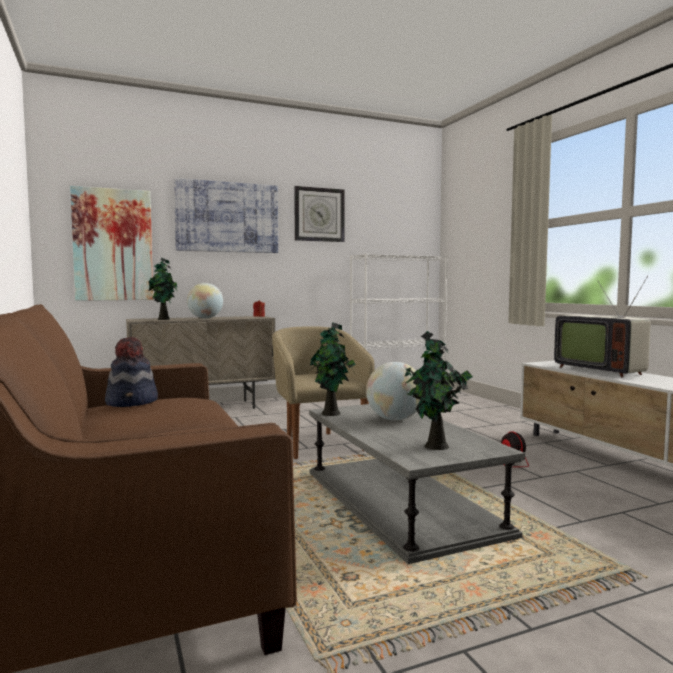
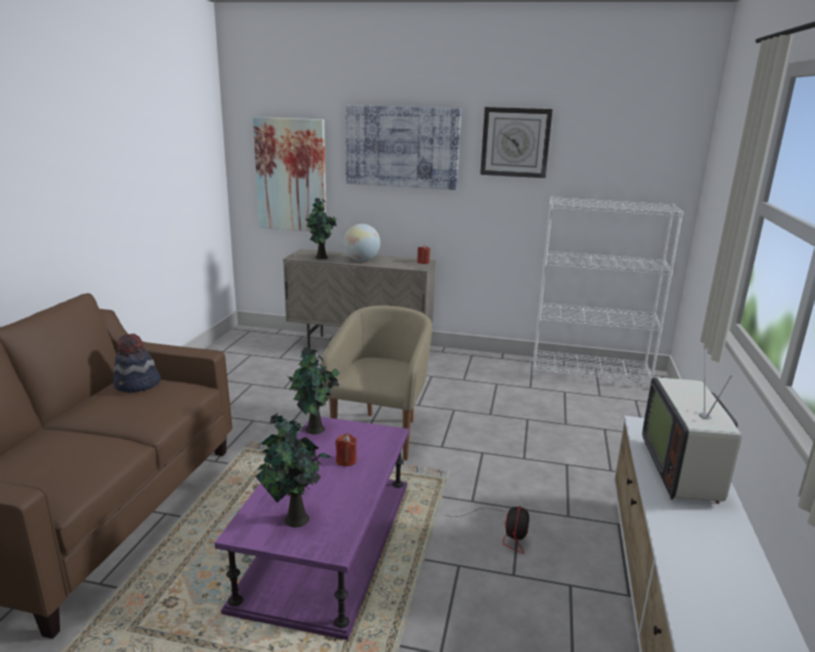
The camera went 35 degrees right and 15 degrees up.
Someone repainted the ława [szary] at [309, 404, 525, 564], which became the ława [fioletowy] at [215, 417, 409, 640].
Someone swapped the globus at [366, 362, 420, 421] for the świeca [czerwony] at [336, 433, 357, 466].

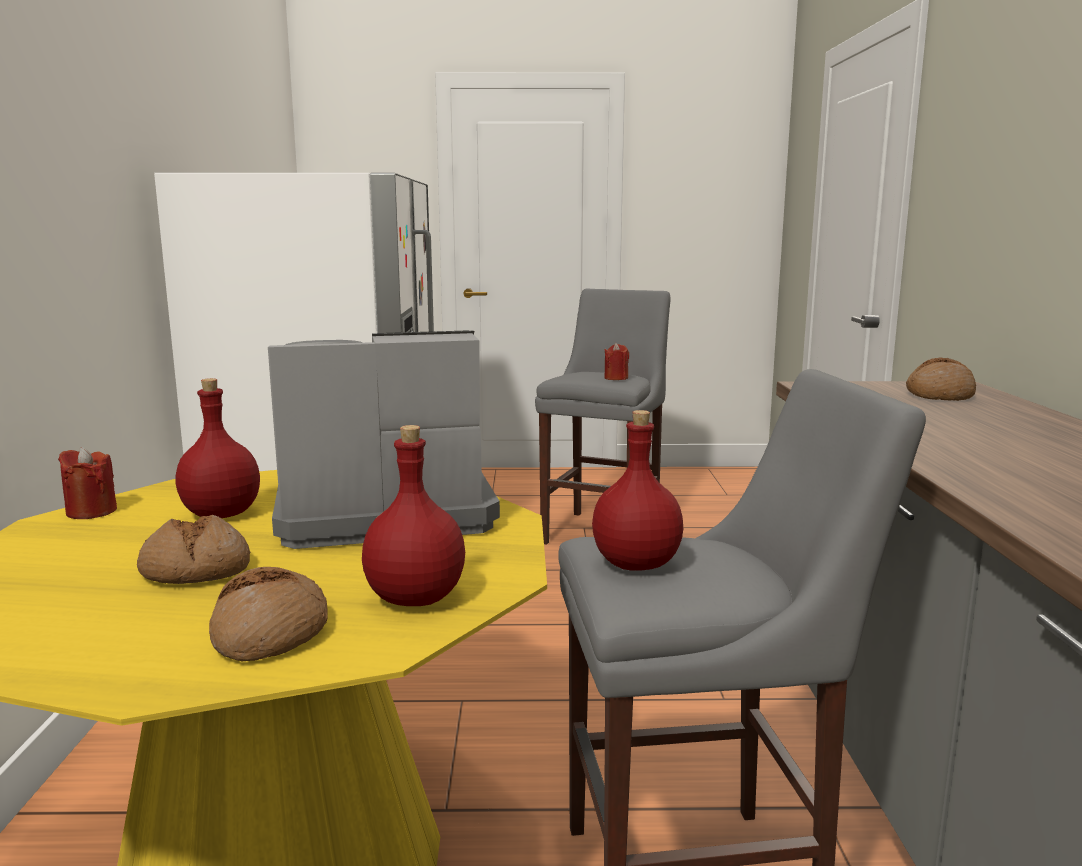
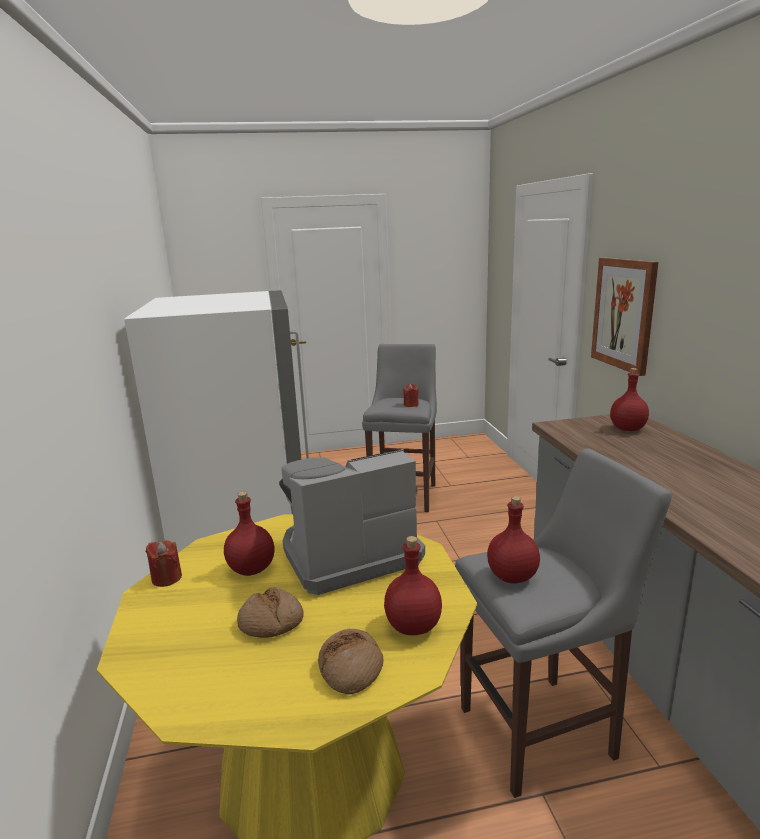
The camera went 10 degrees left and 5 degrees up.
Someone swapped the chleb at [906, 357, 976, 401] for the butelka [czerwony] at [610, 368, 649, 431].
Someone put up the obraz at [591, 258, 658, 376].

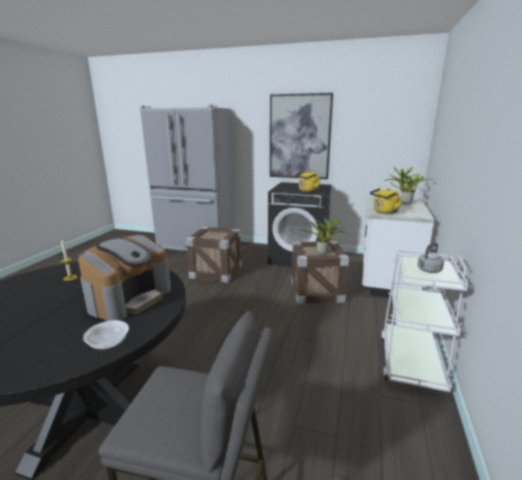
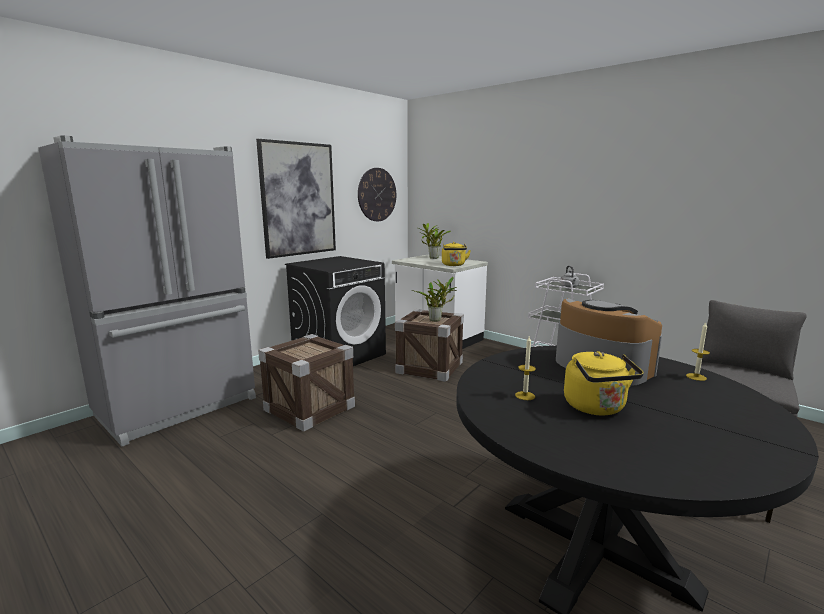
The camera went 65 degrees left and 5 degrees down.
Someone swapped the miska at [83, 320, 129, 350] for the świeca at [686, 323, 710, 381].
Someone carried the czajnik [żółty] from [295, 171, 320, 192] to [564, 351, 644, 415].
Someone put up the zegar ścienny at [358, 168, 396, 221].

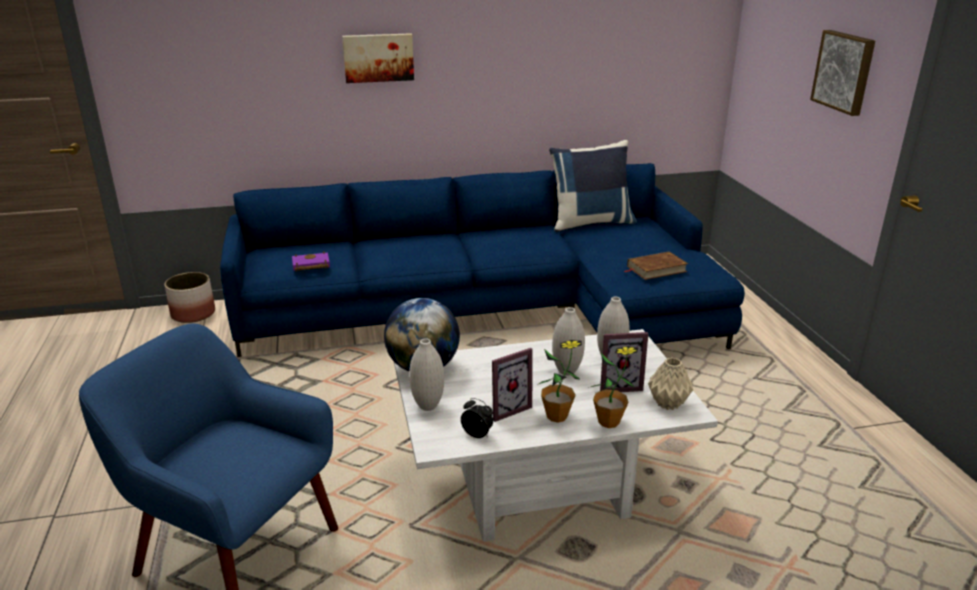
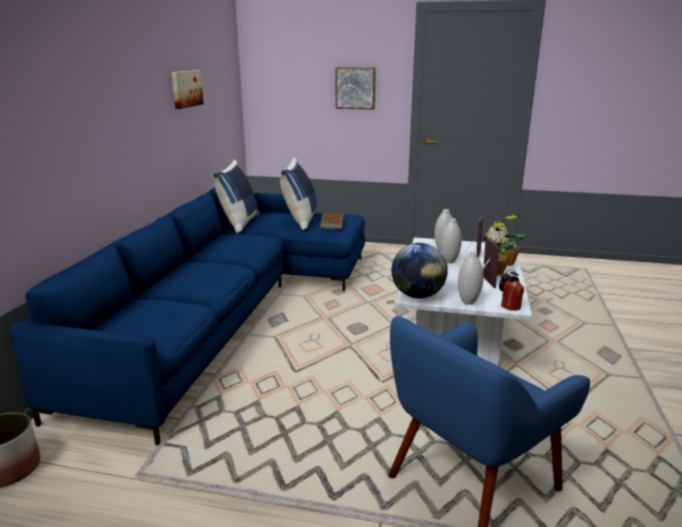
The camera went 65 degrees left and 5 degrees down.
Someone took away the książka [fioletowy] at [292, 252, 330, 272].
Someone carried the obraz from [342, 33, 414, 83] to [171, 70, 204, 109].
Someone put down the poduszka [niebieski] at [280, 158, 317, 231].
Someone put down the świeca [czerwony] at [501, 281, 524, 311].

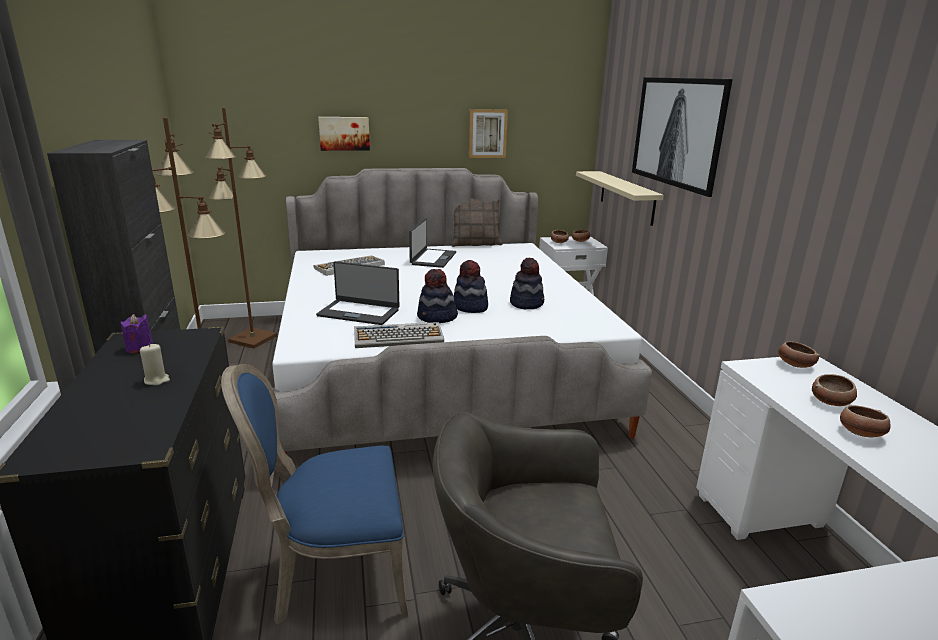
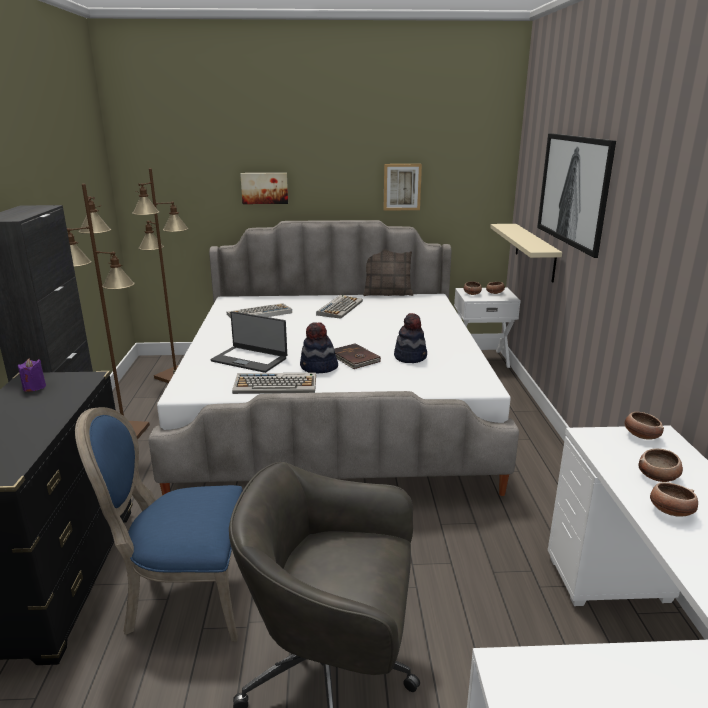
The camera went 10 degrees right and 0 degrees up.
Someone took away the świeca [beżowy] at [140, 343, 170, 385].
Someone swapped the laptop at [409, 219, 456, 268] for the klawiatura at [316, 295, 363, 319].
Someone swapped the kapelusz at [454, 260, 488, 313] for the książka [brązowy] at [334, 343, 381, 369].

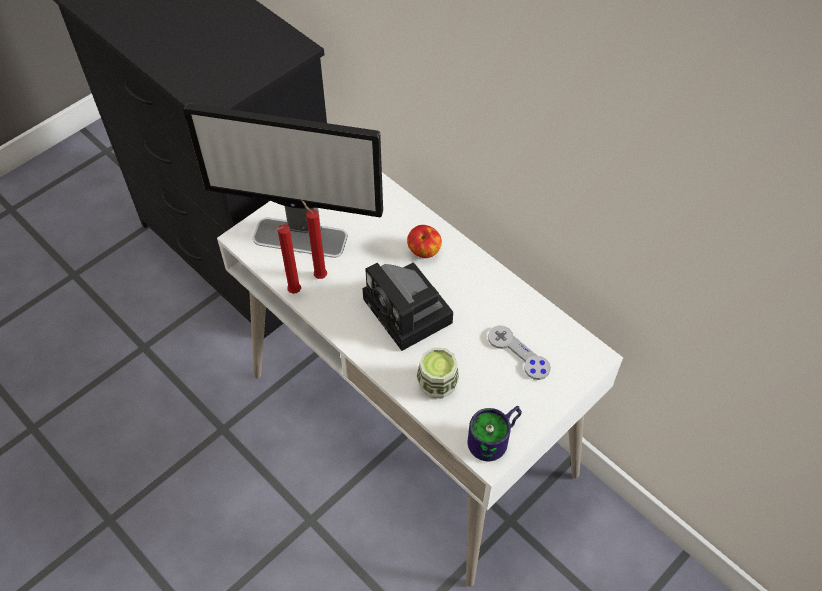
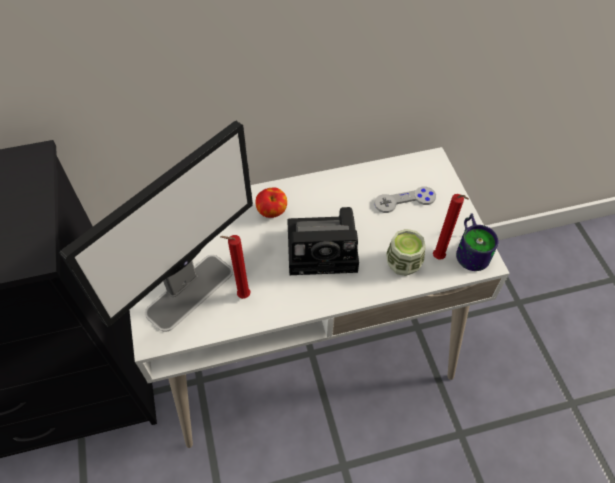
The camera went 60 degrees left and 0 degrees up.
Someone carried the świeca [czerwony] from [275, 224, 301, 294] to [433, 194, 469, 260].

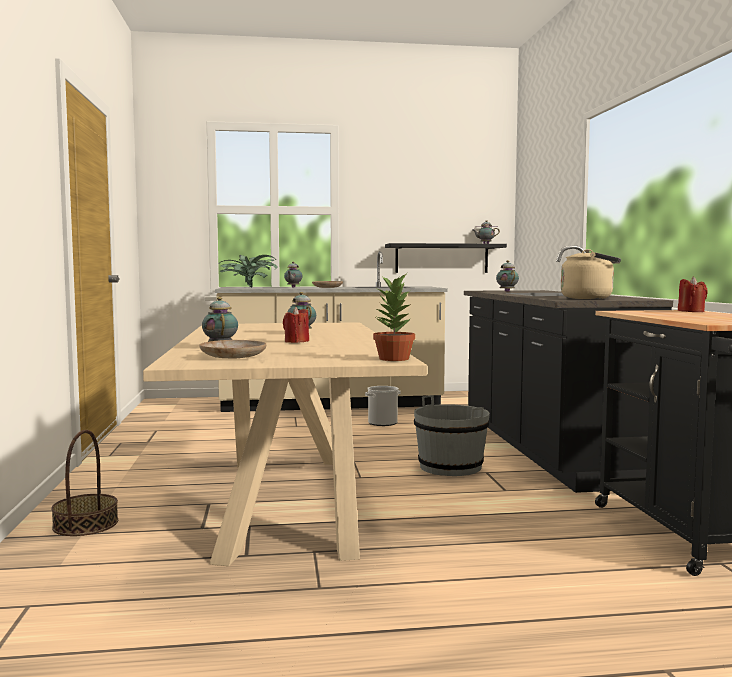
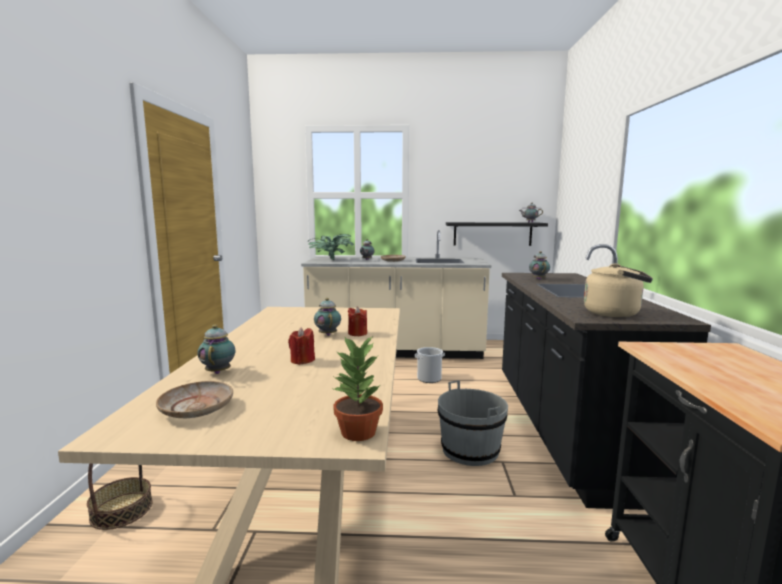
The camera went 10 degrees right and 5 degrees up.
Someone carried the świeca [czerwony] from [678, 276, 708, 312] to [348, 307, 367, 336].

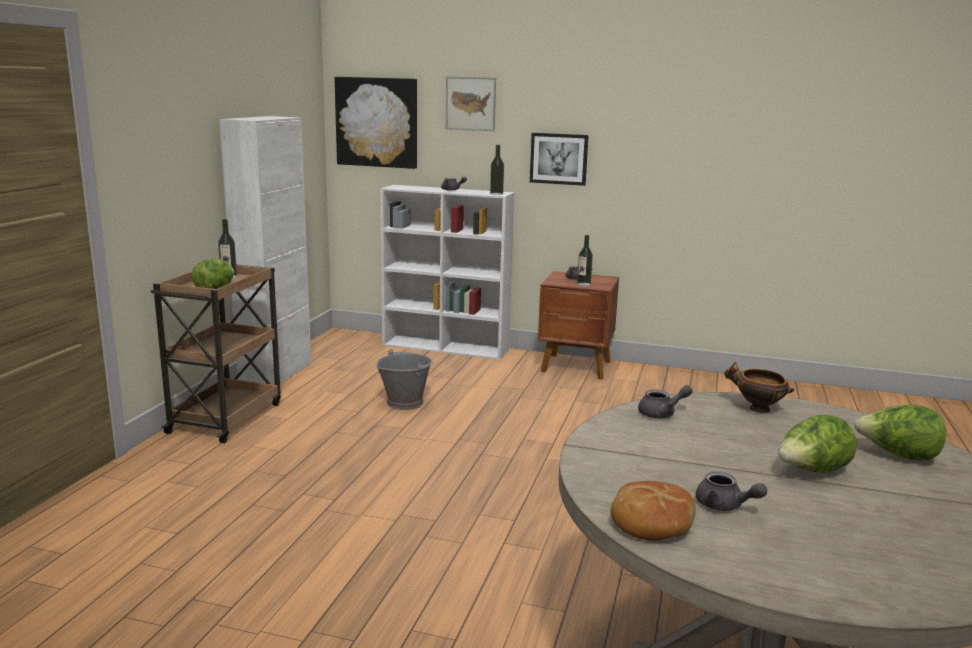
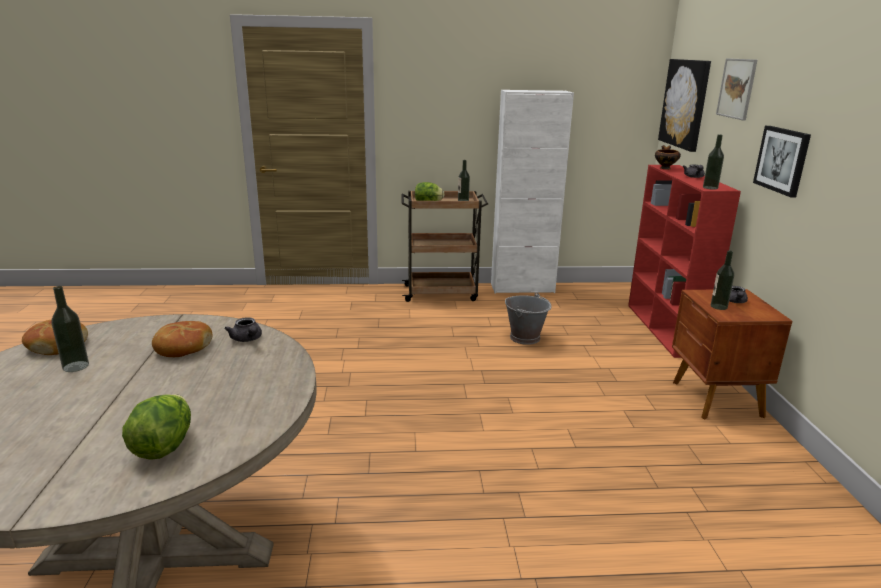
The camera went 70 degrees right and 5 degrees up.
Someone repainted the regał [biały] at [380, 185, 515, 360], which became the regał [czerwony] at [628, 165, 741, 358].
Someone swapped the imbryk [szary] at [696, 471, 767, 511] for the butelka at [51, 286, 89, 372].
Someone carried the miska from [724, 362, 794, 413] to [655, 145, 681, 169].
Someone took away the sałata at [778, 415, 857, 473].
Someone put down the chleb at [152, 321, 212, 357].

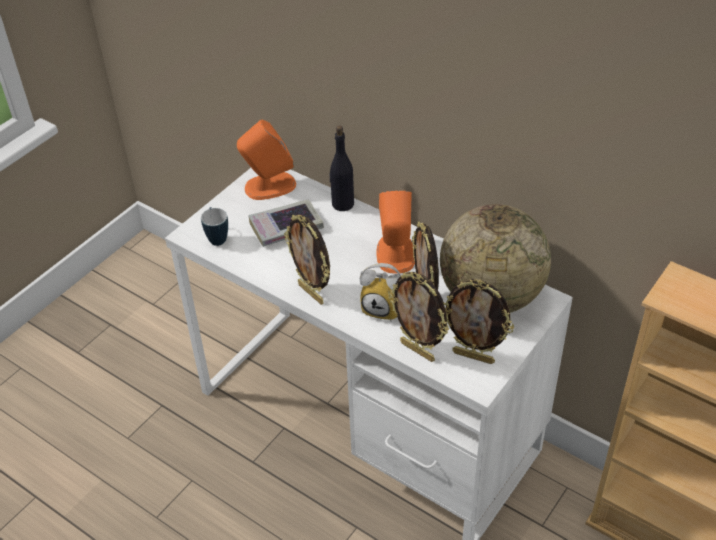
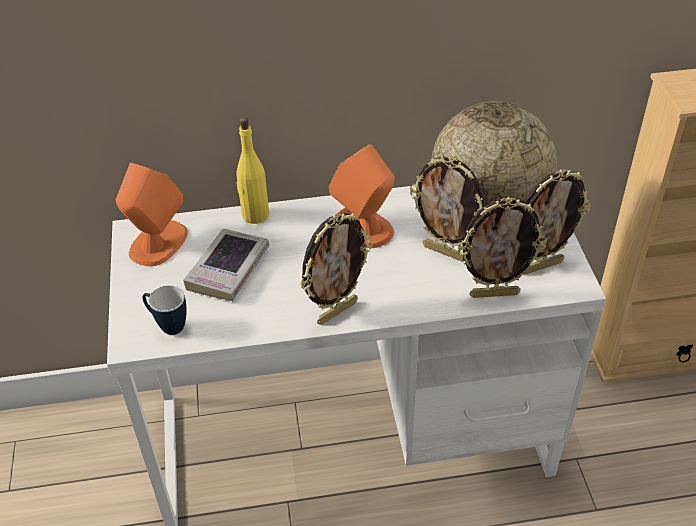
The camera went 45 degrees left and 0 degrees up.
Someone rotated the ramka na zdjęcie at [284, 214, 330, 305] by 45 degrees counterclockwise.
Someone repainted the butelka [czarny] at [330, 126, 354, 211], which became the butelka [żółty] at [236, 117, 269, 224].
Someone took away the budzik at [360, 263, 401, 322].

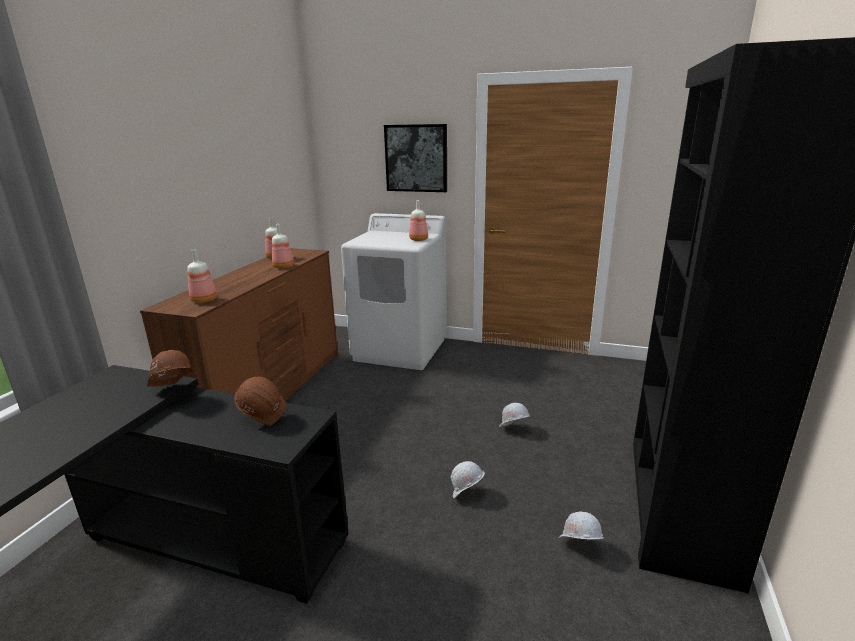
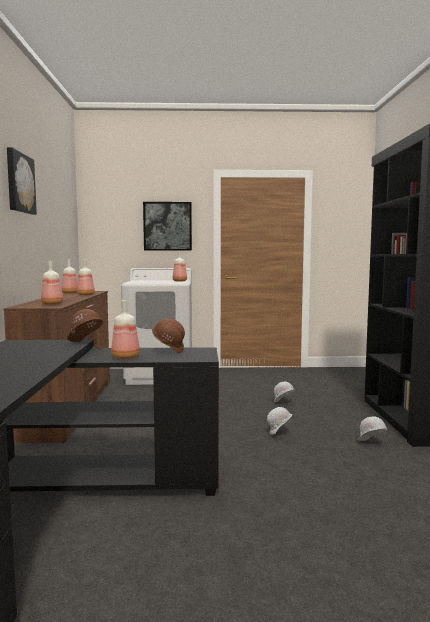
The camera went 20 degrees left and 15 degrees down.
Someone put up the obraz at [7, 147, 37, 215].
Someone put down the butelka at [111, 300, 140, 359].

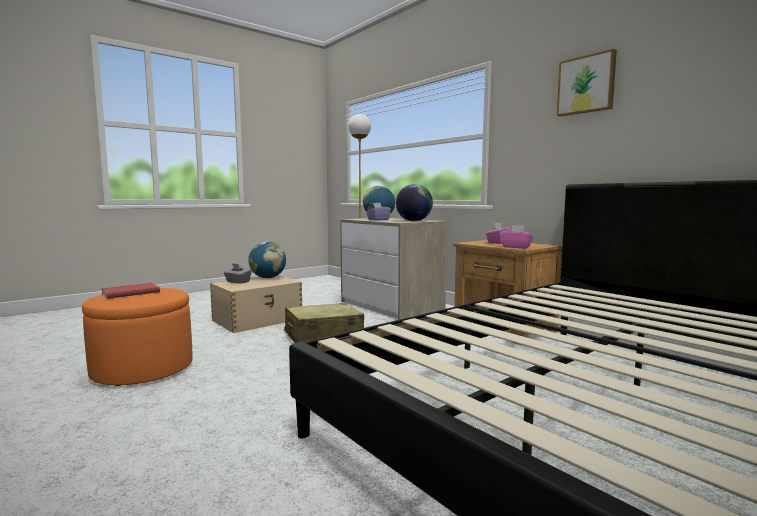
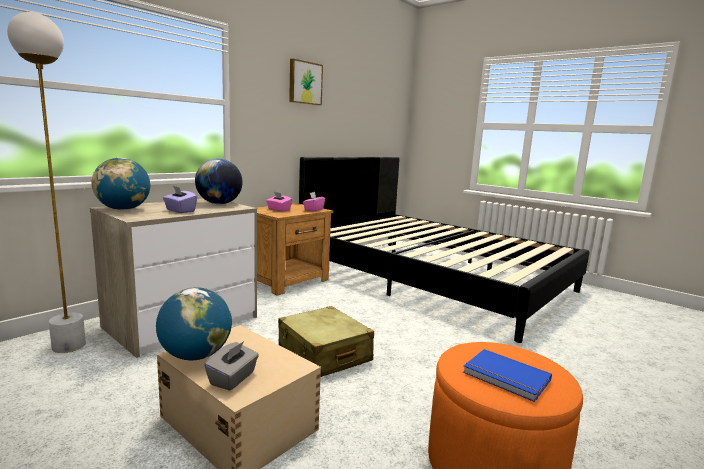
The camera went 100 degrees left and 5 degrees up.
Someone repainted the książka [czerwony] at [101, 283, 160, 299], which became the książka [niebieski] at [463, 349, 552, 402].

